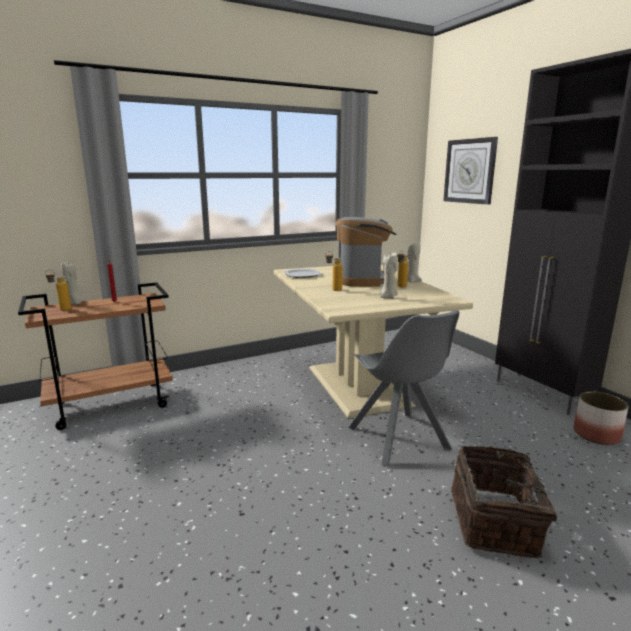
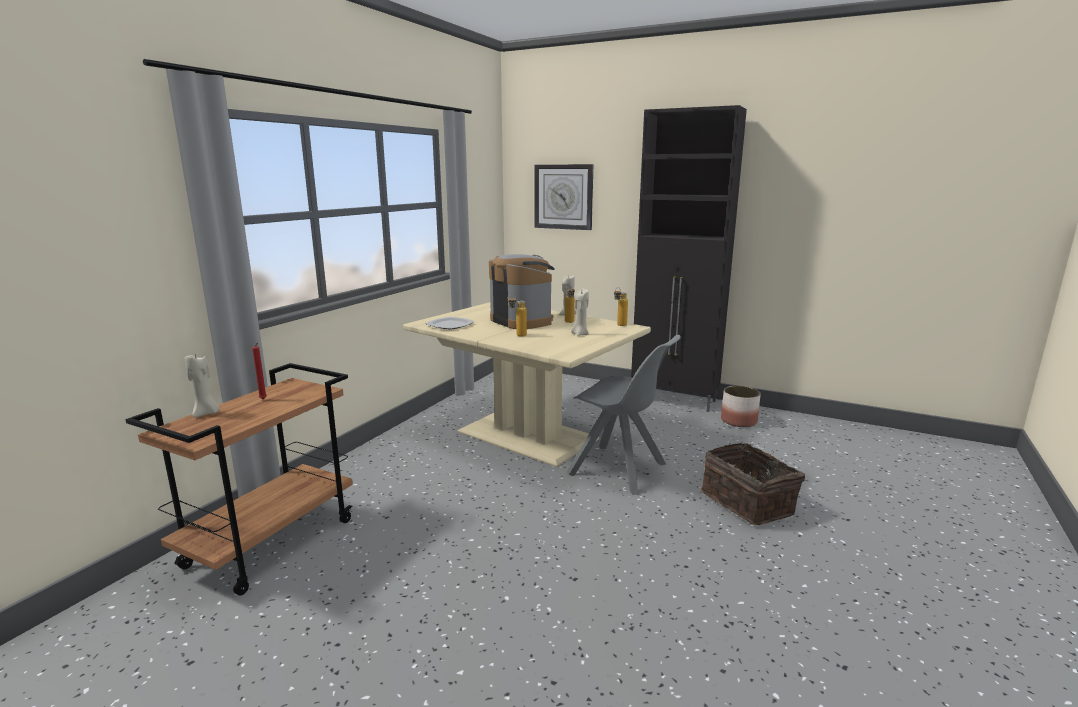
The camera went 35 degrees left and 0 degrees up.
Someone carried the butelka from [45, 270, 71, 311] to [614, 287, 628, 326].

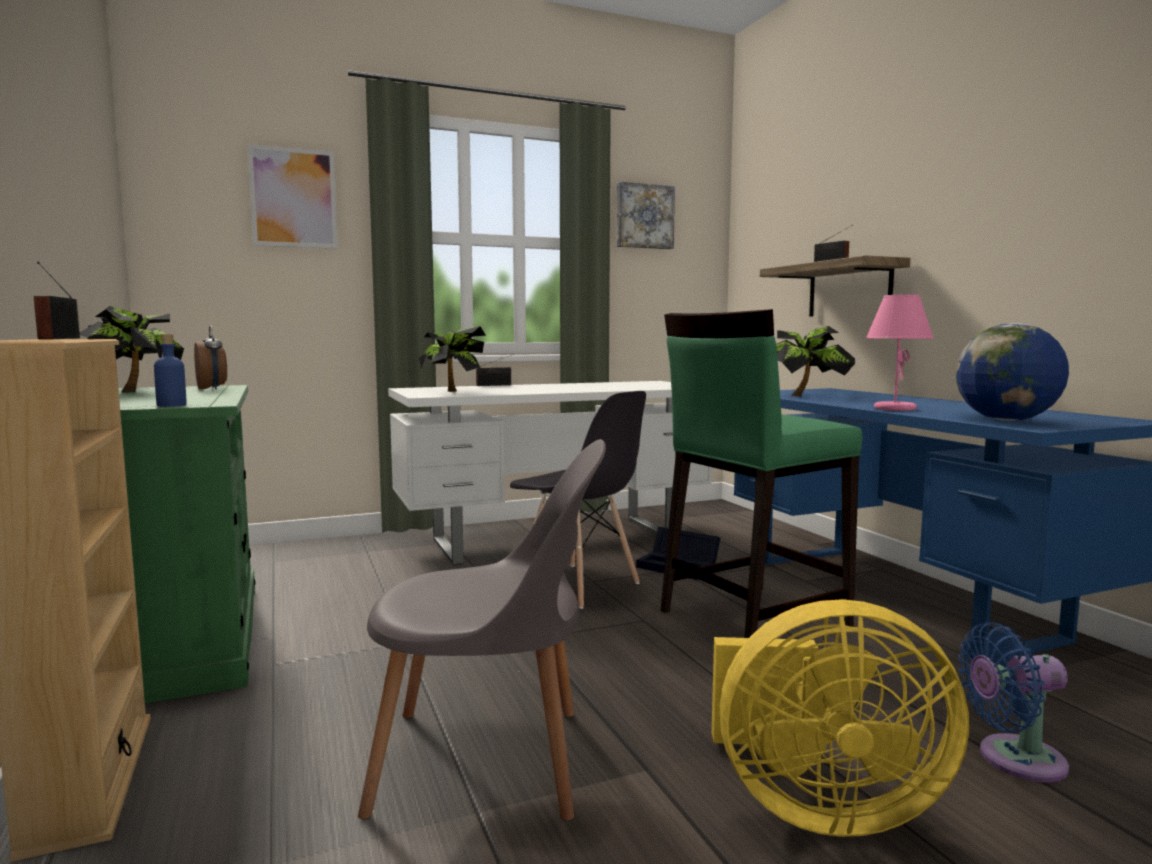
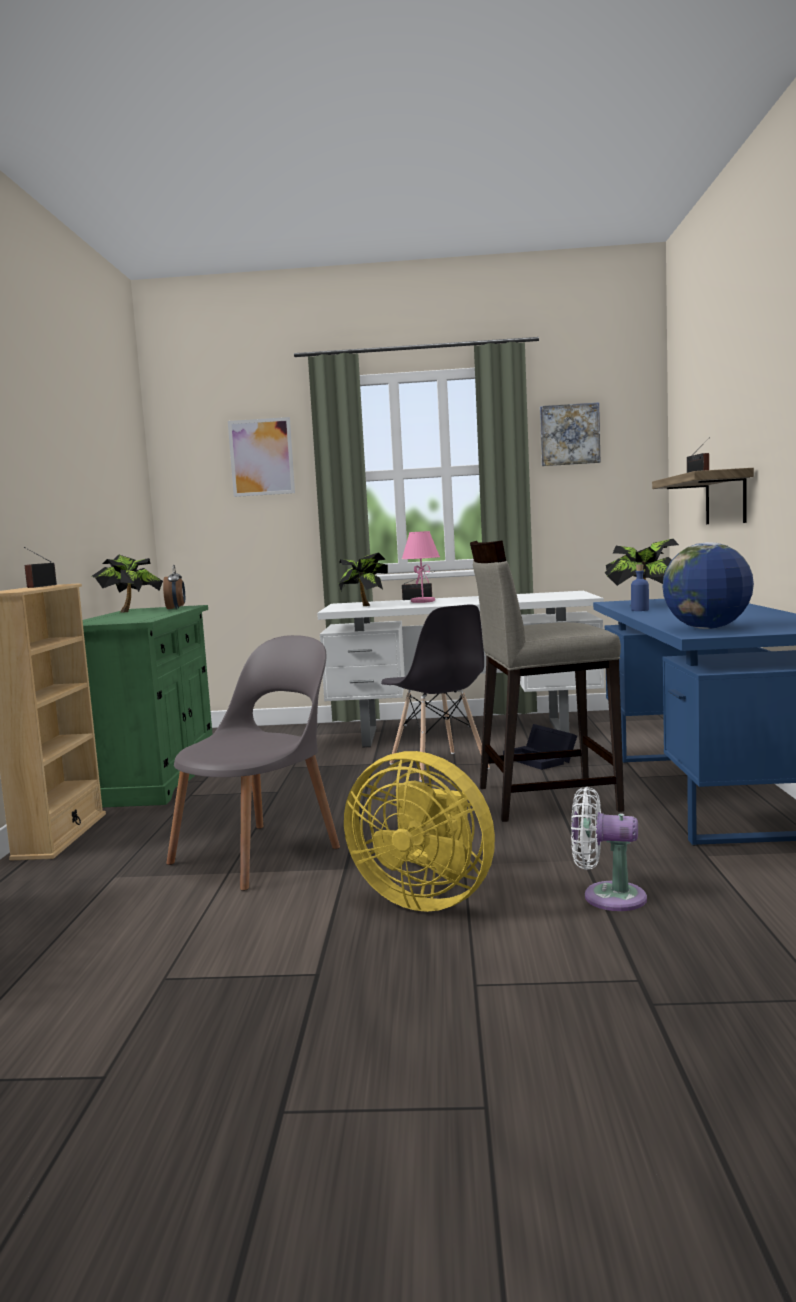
The camera went 25 degrees right and 0 degrees up.
Someone carried the butelka [niebieski] from [154, 334, 187, 407] to [631, 564, 649, 611].
Someone rotated the krzesło [szary] at [358, 439, 606, 821] by 75 degrees counterclockwise.
Someone repainted the stołek [zielony] at [660, 309, 862, 638], which became the stołek [beżowy] at [470, 541, 624, 822].
Someone carried the lampa stołowa [różowy] from [866, 294, 934, 411] to [402, 531, 440, 603].
Someone repainted the wentylator [niebieski] at [958, 622, 1069, 782], which became the wentylator [biały] at [571, 787, 647, 911].

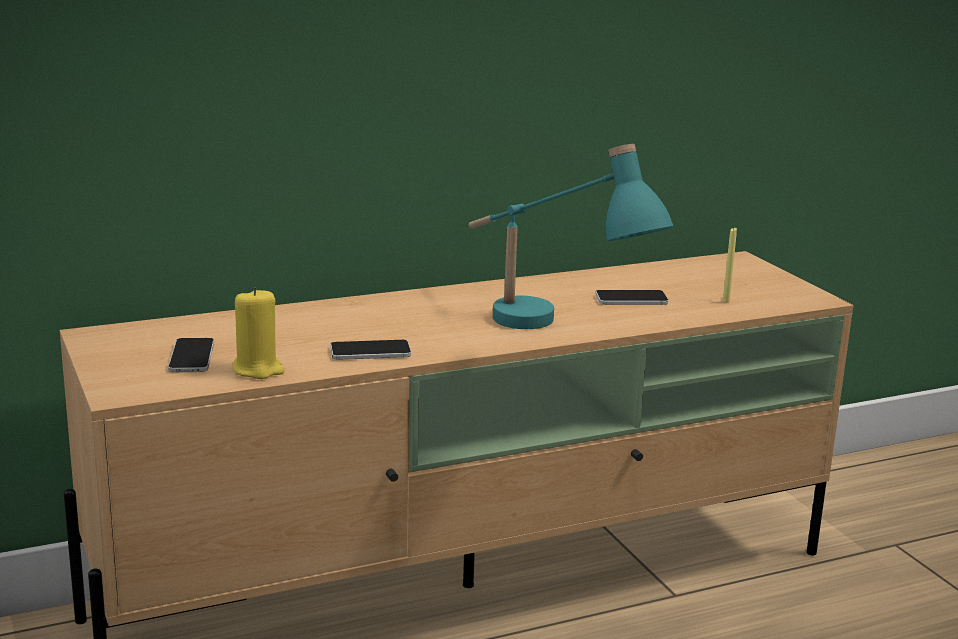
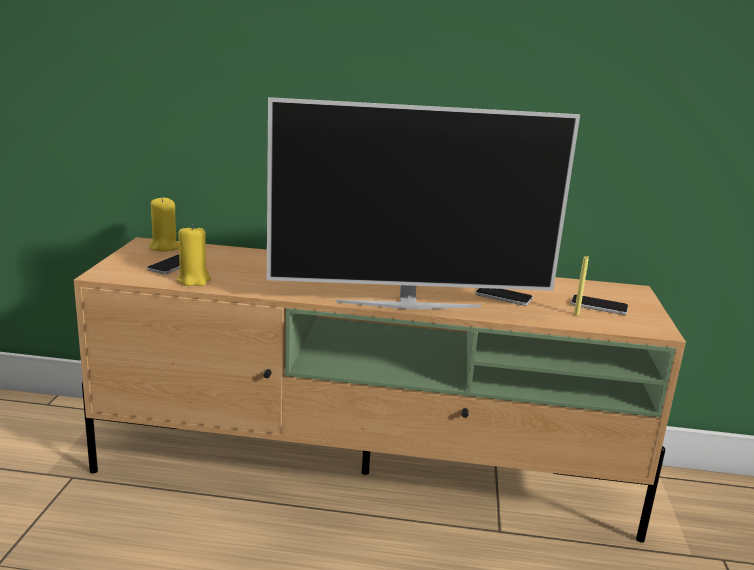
The camera went 30 degrees right and 0 degrees up.
Someone carried the telefon from [330, 340, 411, 360] to [571, 295, 628, 315].
Someone swapped the lampa stołowa [turkusowy] at [469, 144, 674, 329] for the telewizor at [267, 97, 580, 309].
Someone put down the świeca [żółty] at [149, 197, 179, 252].

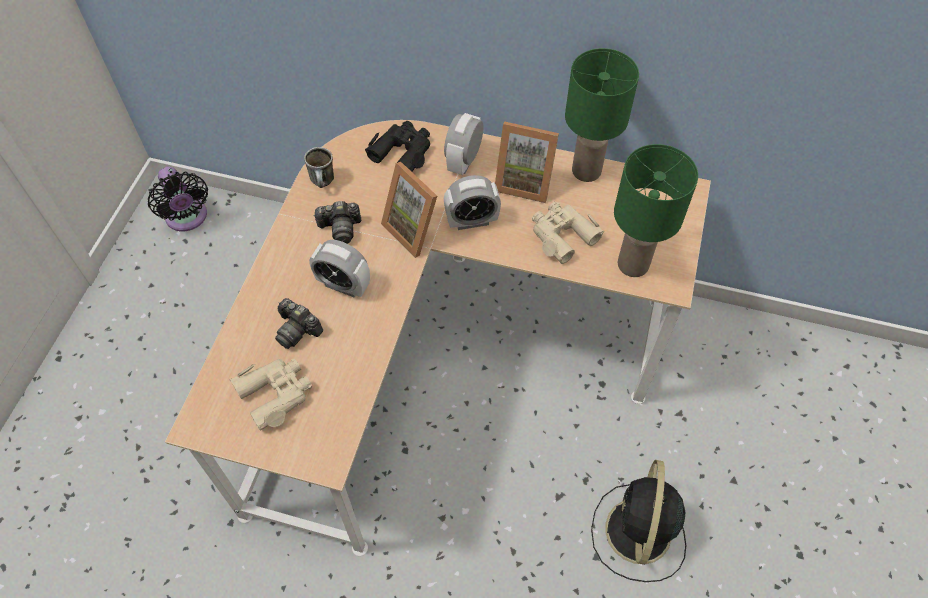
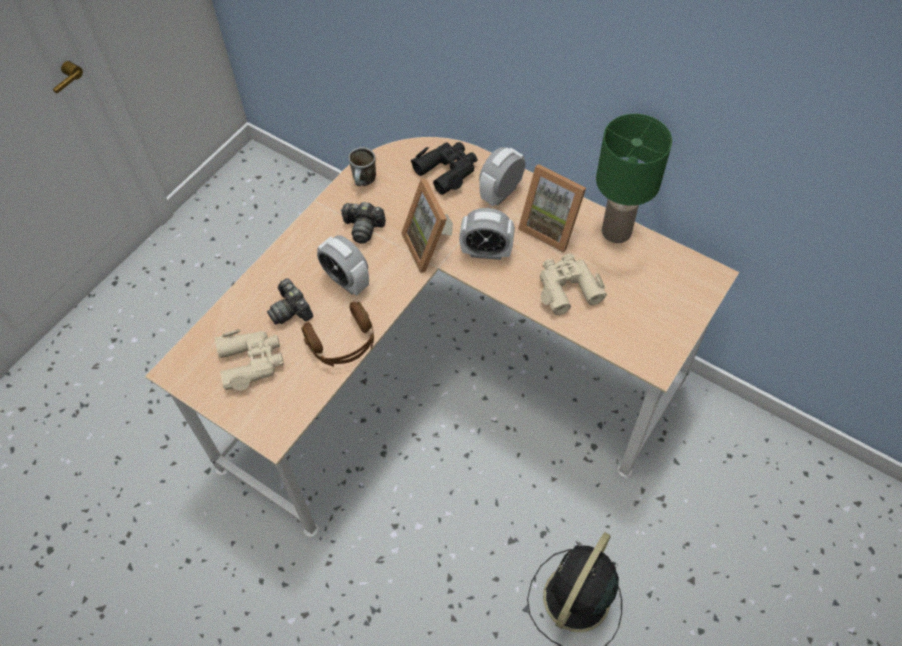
The camera went 20 degrees right and 0 degrees up.
Someone took away the wentylator [czarny] at [148, 166, 208, 231].
Someone took away the lampa stołowa [zielony] at [614, 144, 698, 277].
Someone put down the słuchawki [brązowy] at [301, 302, 374, 367].

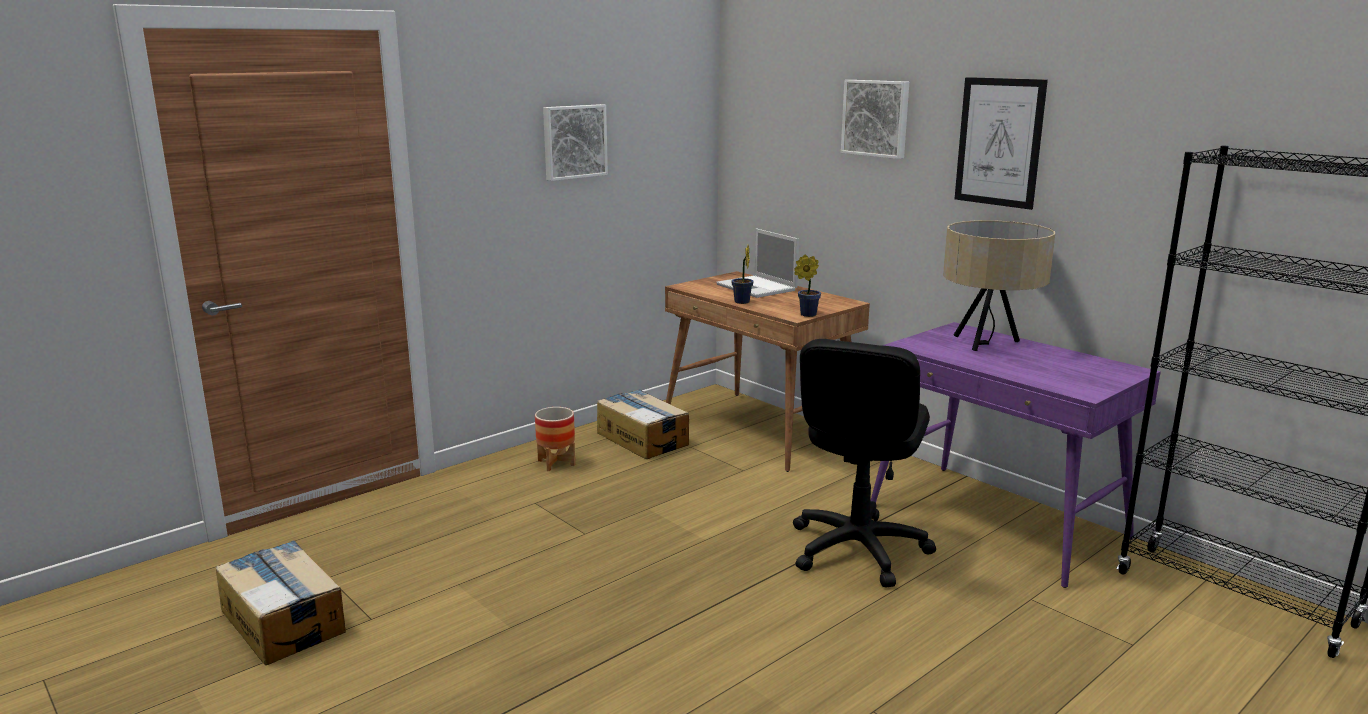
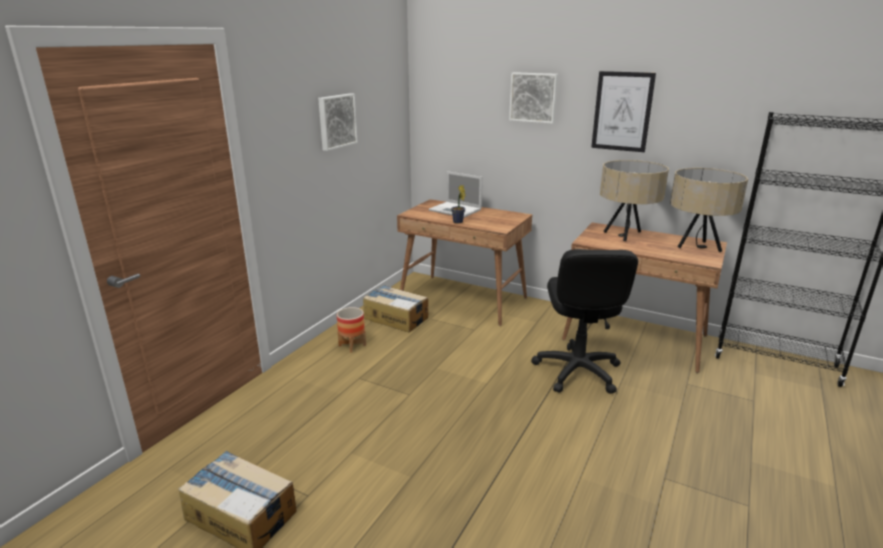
The camera went 20 degrees left and 5 degrees up.
Someone took away the roślina doniczkowa at [794, 254, 821, 317].
Someone repainted the biurko [fioletowy] at [871, 322, 1161, 588], which became the biurko [brązowy] at [562, 223, 727, 373].
Someone put down the lampa stołowa [beżowy] at [670, 168, 748, 252].

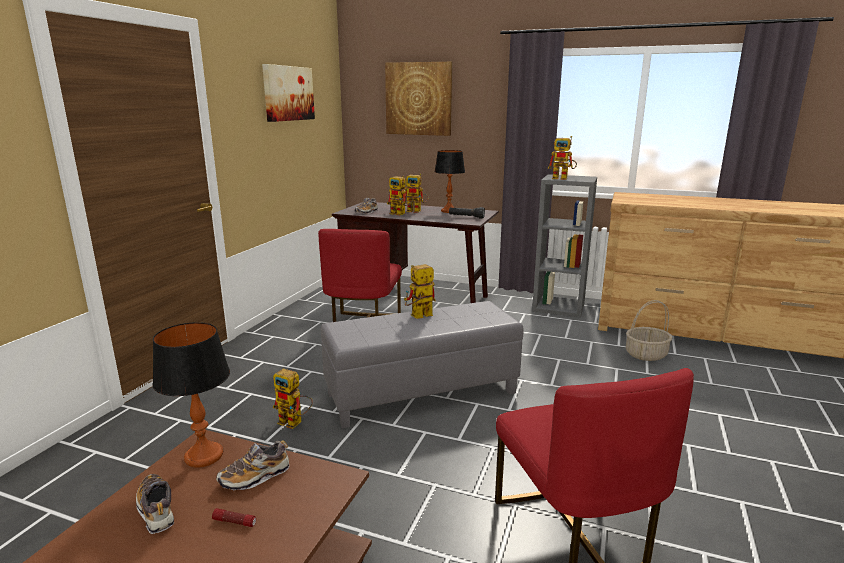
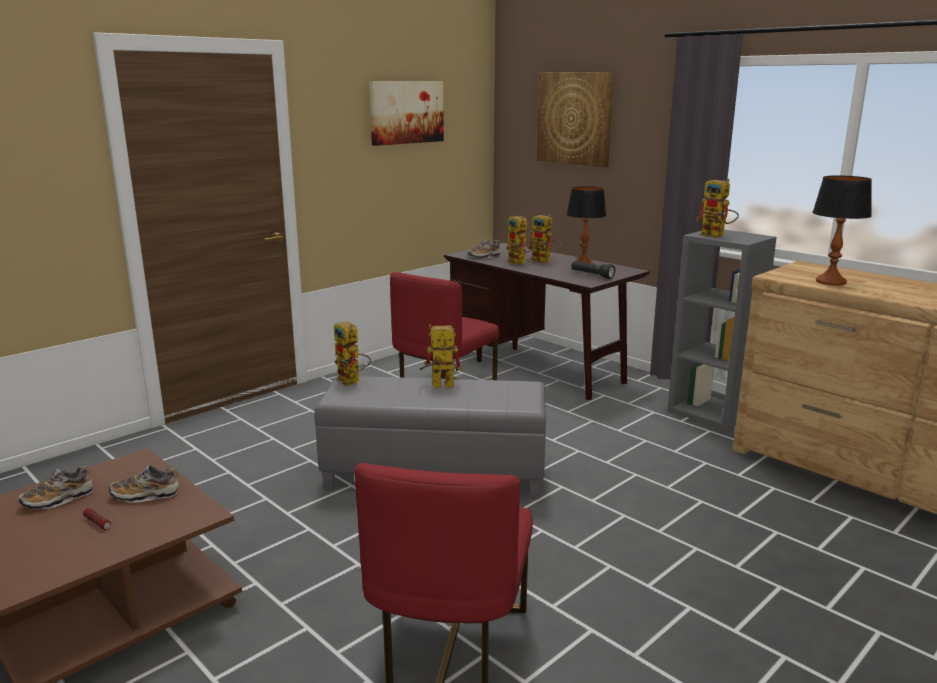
The camera went 25 degrees right and 0 degrees up.
Someone rotated the but at [136, 474, 174, 534] by 120 degrees counterclockwise.
Someone carried the lampa stołowa from [152, 322, 230, 468] to [812, 176, 872, 286].
Someone carried the robot zabawkowy from [273, 369, 313, 429] to [334, 321, 371, 386].
Someone took away the koszyk at [626, 300, 672, 361].

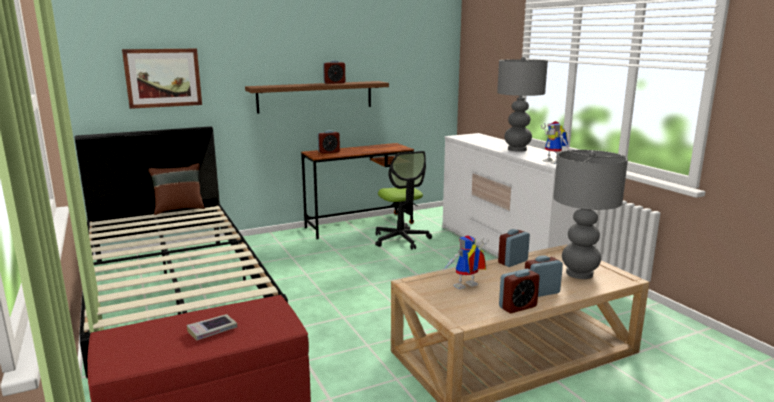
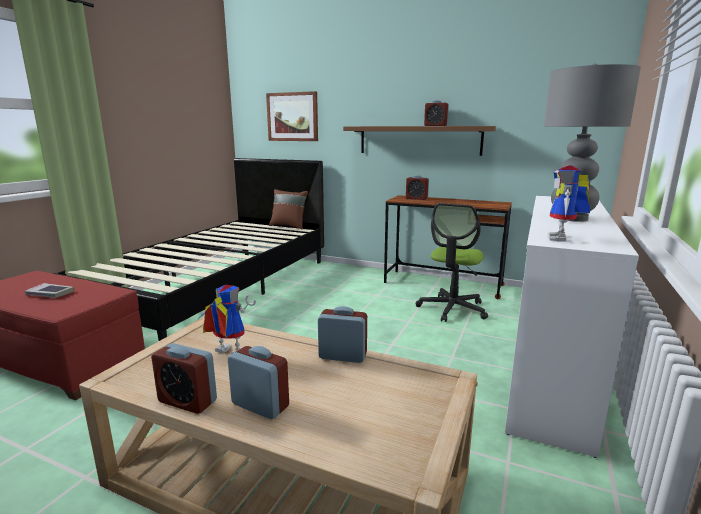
The camera went 50 degrees right and 0 degrees up.
Someone took away the lampa stołowa [szary] at [553, 150, 628, 279].

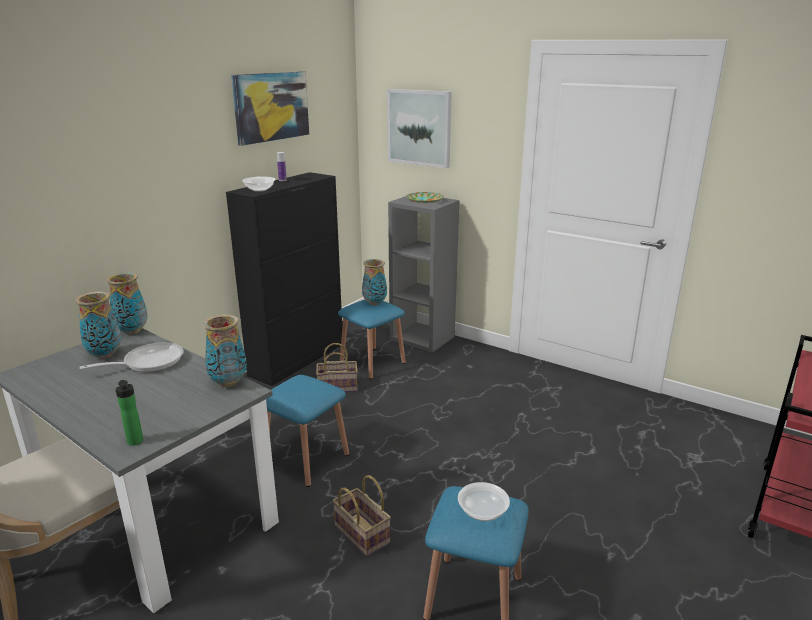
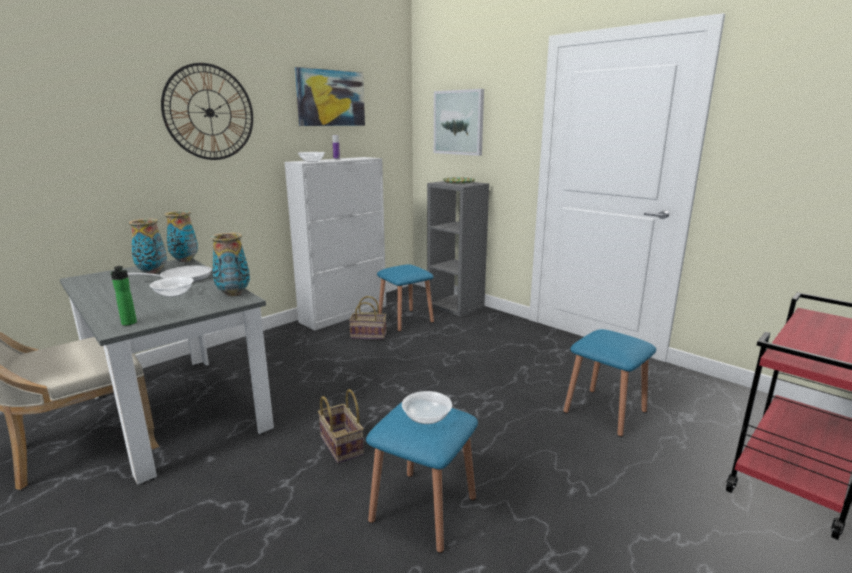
The camera went 10 degrees right and 5 degrees down.
Someone repainted the szafka [czarny] at [226, 172, 342, 386], which became the szafka [biały] at [284, 157, 386, 330].
Someone carried the stołek [niebieski] from [266, 375, 349, 487] to [563, 329, 656, 437].
Someone took away the wazon at [362, 259, 387, 305].
Someone put down the miska at [150, 277, 194, 297].
Someone put up the zegar ścienny at [161, 63, 253, 160].

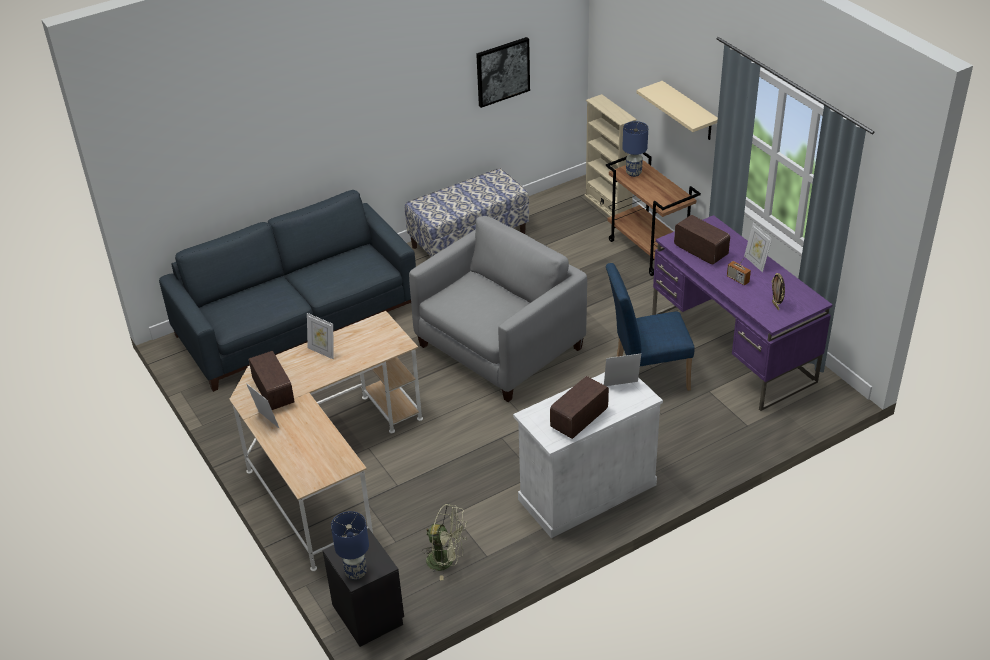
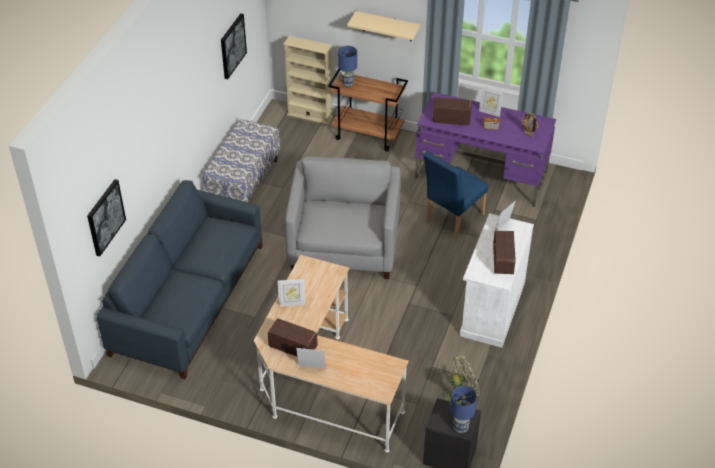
The camera went 40 degrees left and 5 degrees up.
Someone put up the obraz at [87, 179, 126, 256].

